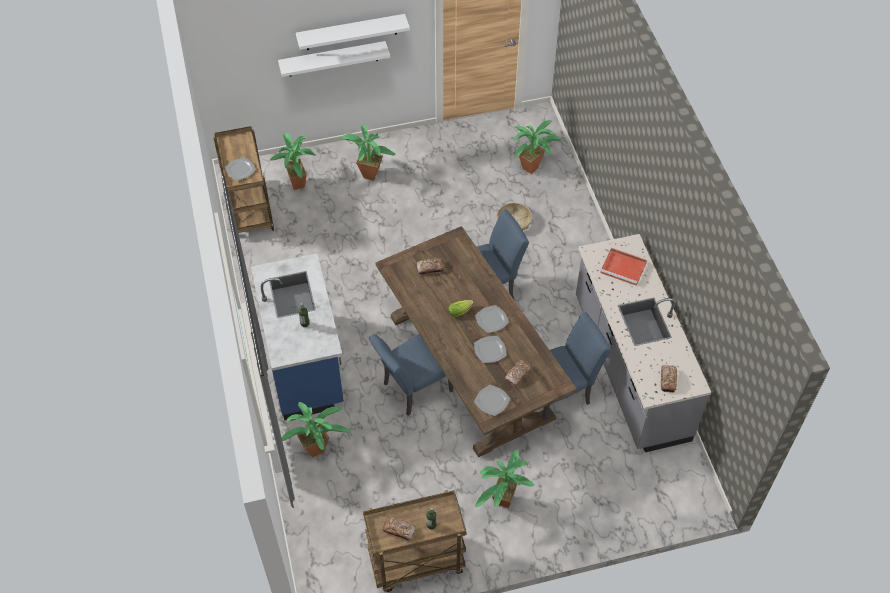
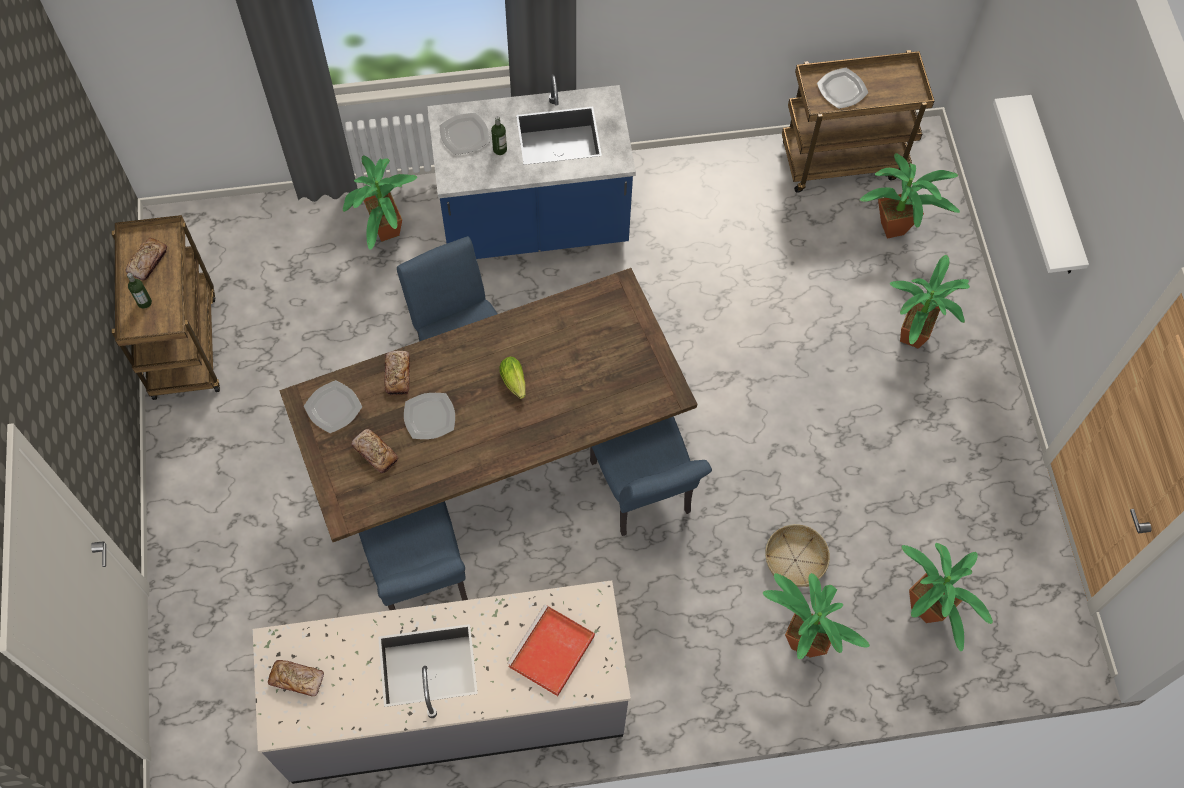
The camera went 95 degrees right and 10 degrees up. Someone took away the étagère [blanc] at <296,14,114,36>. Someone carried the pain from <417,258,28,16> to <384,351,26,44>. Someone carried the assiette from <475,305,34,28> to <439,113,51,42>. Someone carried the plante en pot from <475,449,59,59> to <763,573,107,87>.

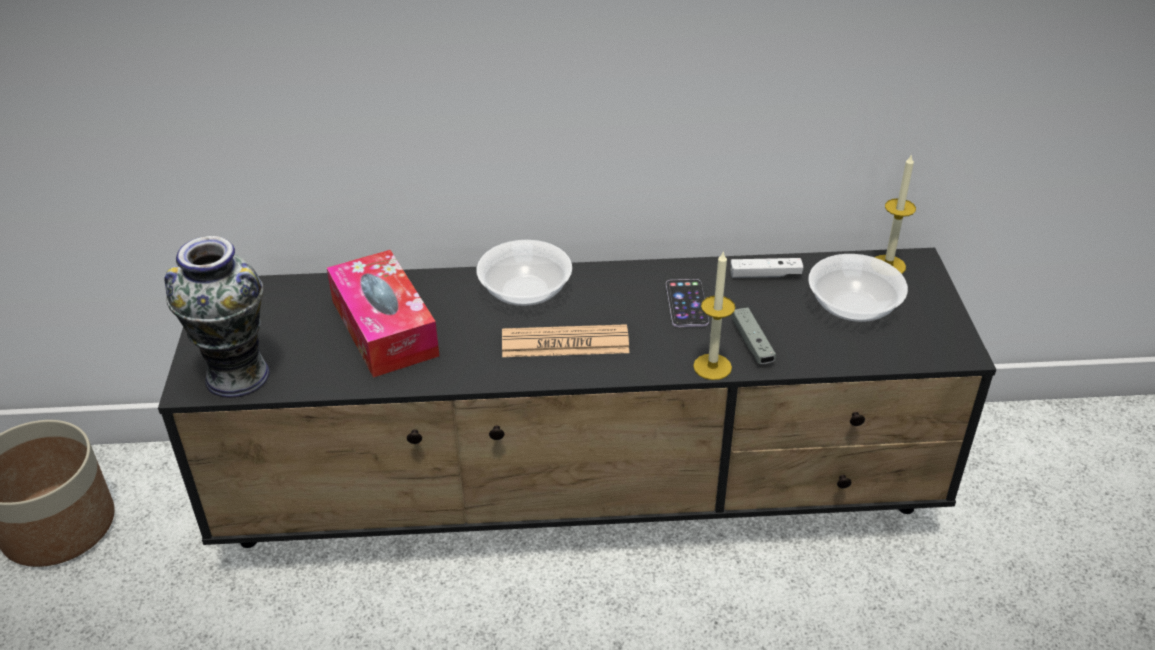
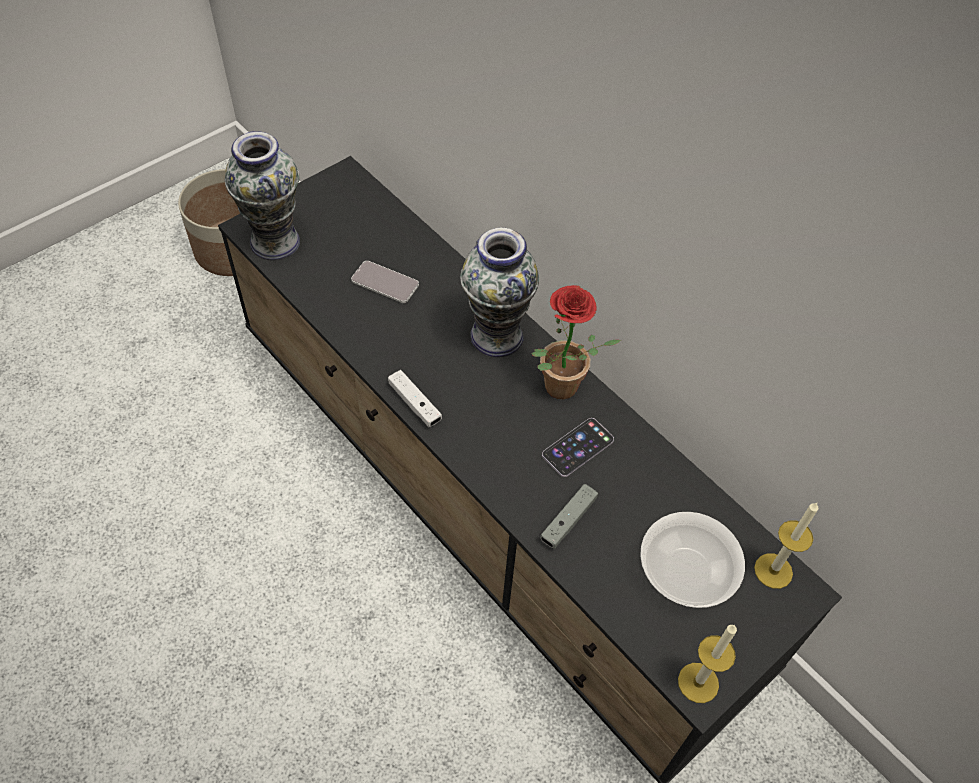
The camera went 50 degrees right and 15 degrees up. Someone swapped the boîte à mouchoirs at <327,250,112,128> for the téléphone at <351,261,68,42>. Someone swapped the bol at <477,240,95,66> for the vase at <460,227,79,130>. Someone took away the journal at <502,324,127,33>. Someone carried the bougie from <693,250,42,130> to <678,625,59,78>. Someone carried the manette [blanc] from <730,258,73,20> to <388,370,54,57>. Someone put down the plante en pot at <531,285,90,114>.

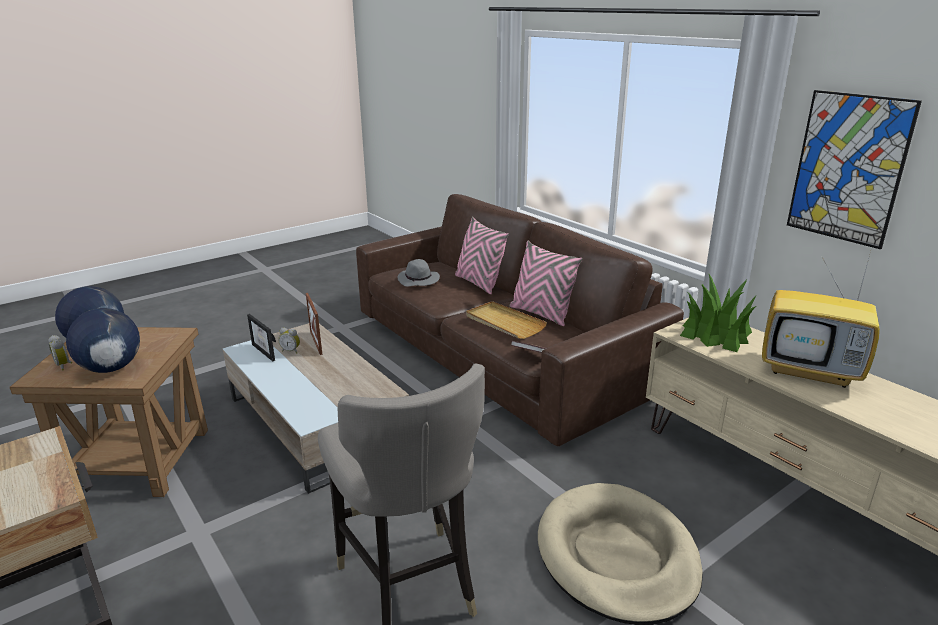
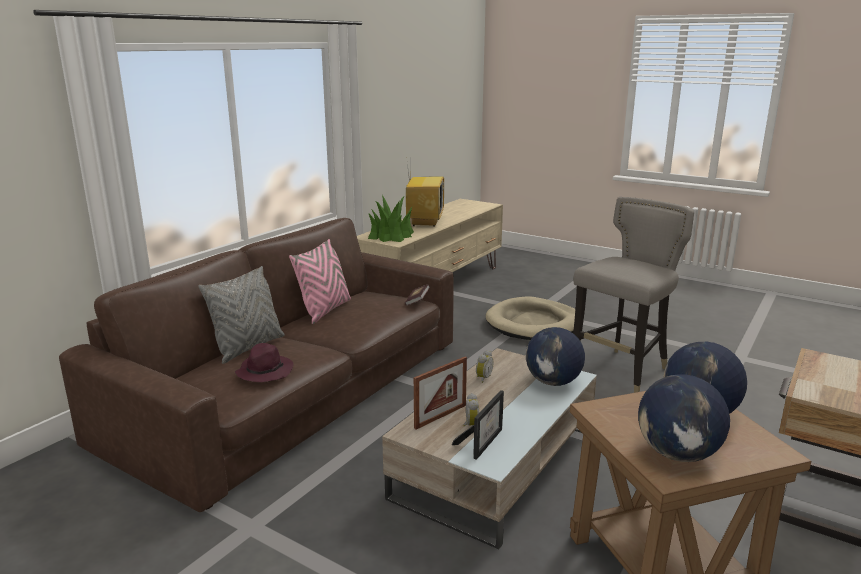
The camera went 110 degrees left and 5 degrees down. Someone carried the réveil from <49,335,24,36> to <476,350,17,33>. Someone repainted the chapeau [gris] at <397,259,43,28>, which became the chapeau [violet] at <235,343,58,39>. Someone repainted the coussin [rose] at <455,217,54,77>, which became the coussin [gris] at <198,266,87,98>. Someone took away the plateau [beige] at <466,301,81,38>. Someone took away the tableau at <787,90,135,159>. Someone put down the globe at <526,327,59,59>.

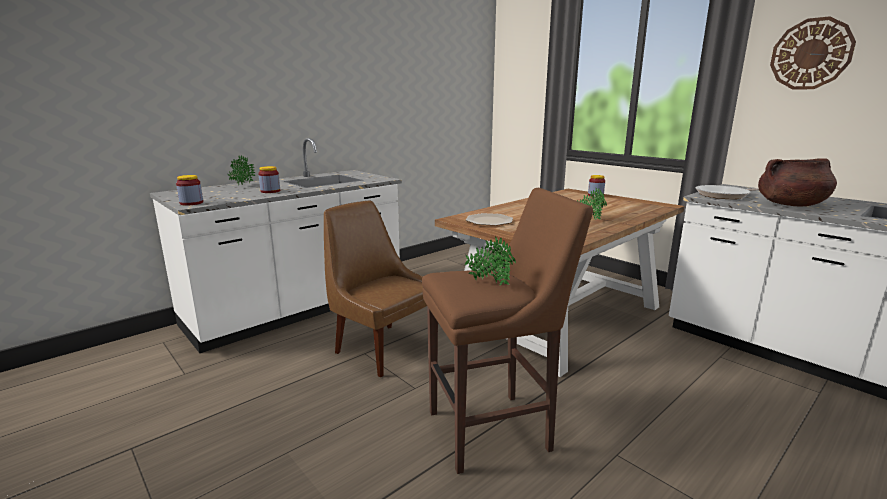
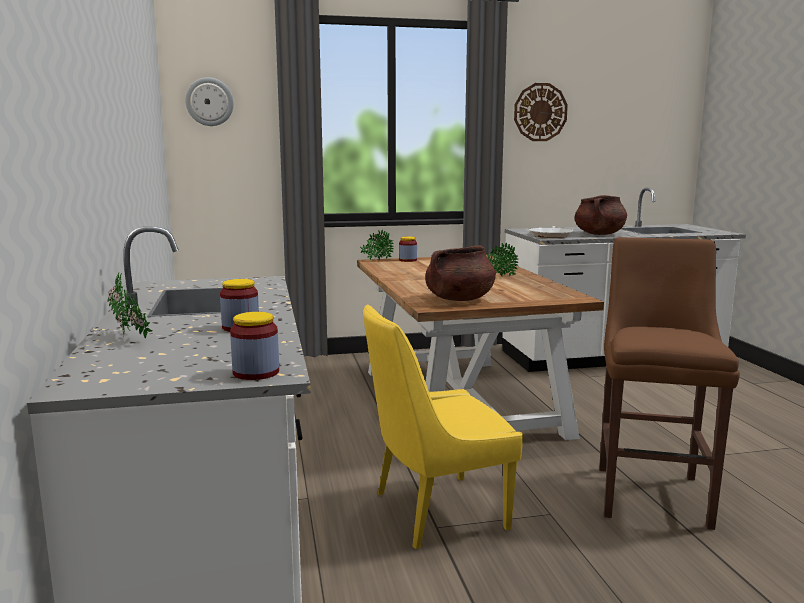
The camera went 60 degrees left and 5 degrees down. Someone repainted the chaise [marron] at <324,201,103,177>, which became the chaise [jaune] at <363,304,160,245>. Someone carried the plante en pot from <465,237,51,48> to <360,230,34,30>. Someone swapped the assiette at <466,213,47,13> for the marmite [marron] at <425,246,71,55>. Someone put up the horloge murale at <185,77,49,49>.

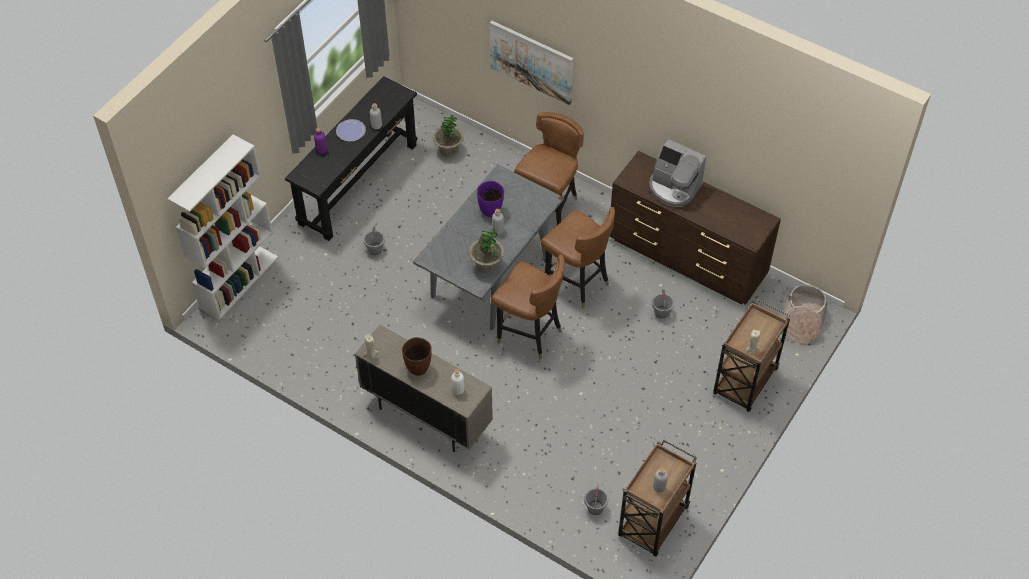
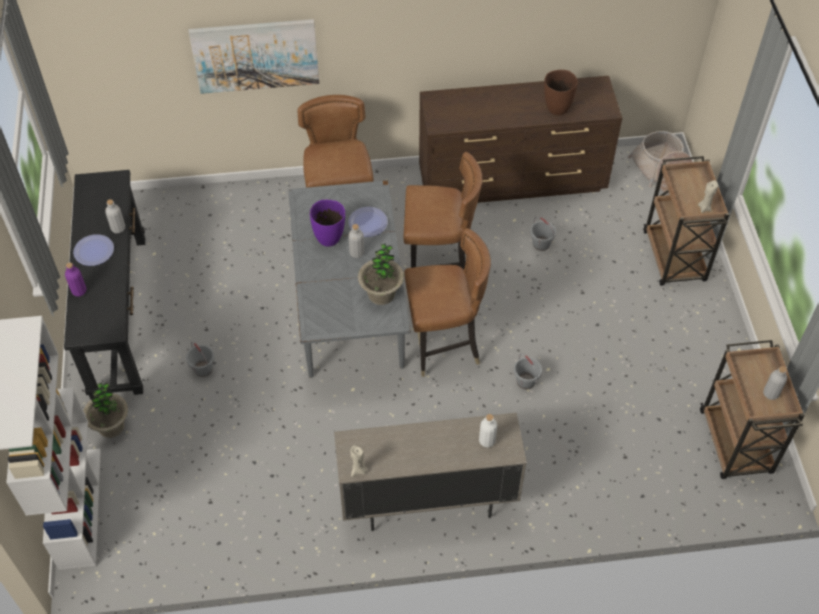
The camera went 40 degrees left and 0 degrees up. Someone carried the vase [marron] from <402,337,30,39> to <544,70,34,45>. Someone carried the plante en pot from <433,115,31,42> to <84,383,44,55>. Someone carried the seau [gris] from <584,485,24,30> to <514,353,28,36>. Someone took away the machine à café at <649,139,57,68>. Someone put down the assiette at <348,207,40,30>.

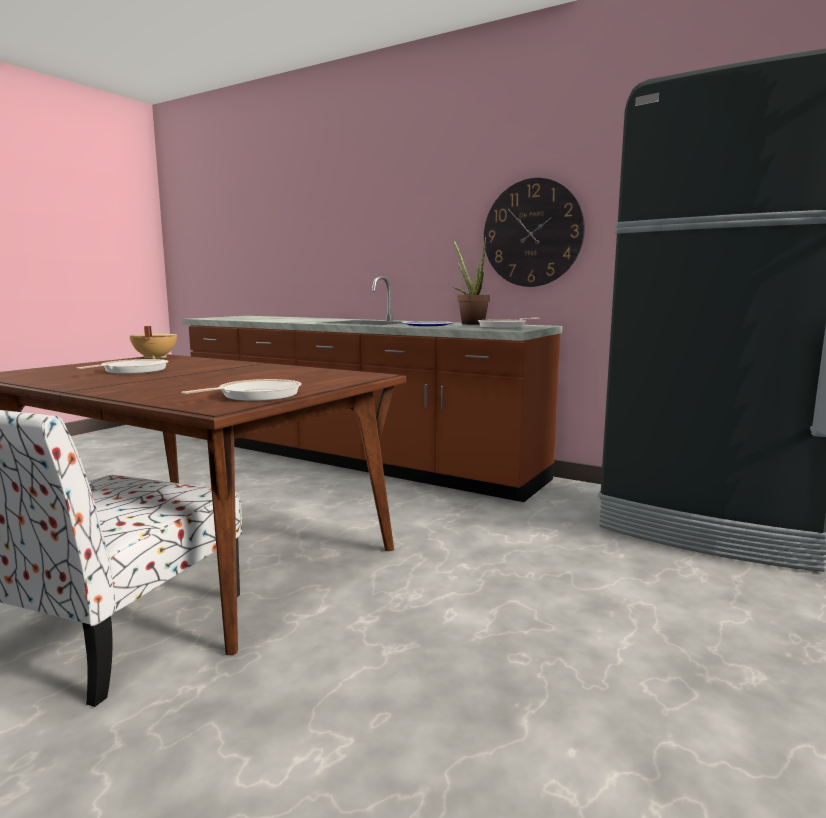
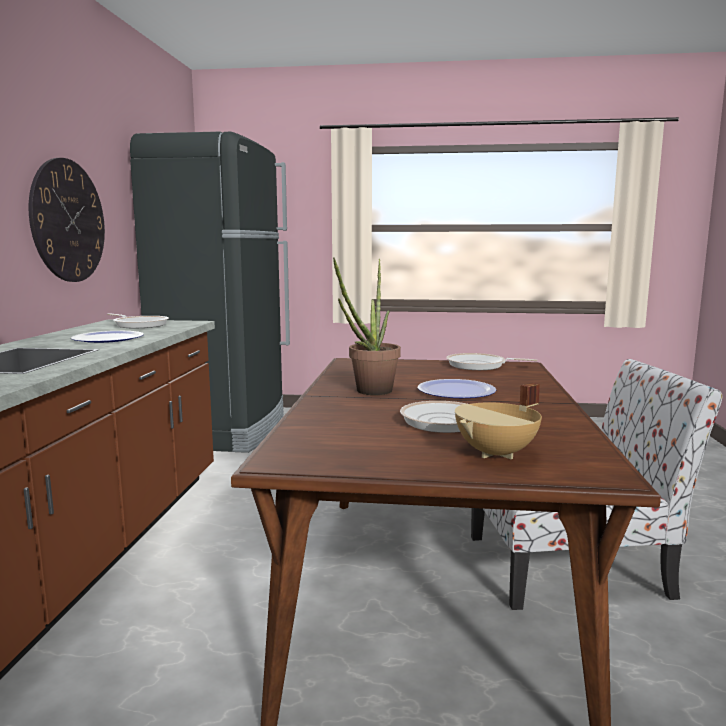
The camera went 115 degrees left and 0 degrees up. Someone carried the marmite [beige] from <130,326,47,33> to <455,383,87,76>. Someone carried the plante en pot from <452,237,38,88> to <333,257,68,138>. Someone put down the assiette at <418,379,78,19>.

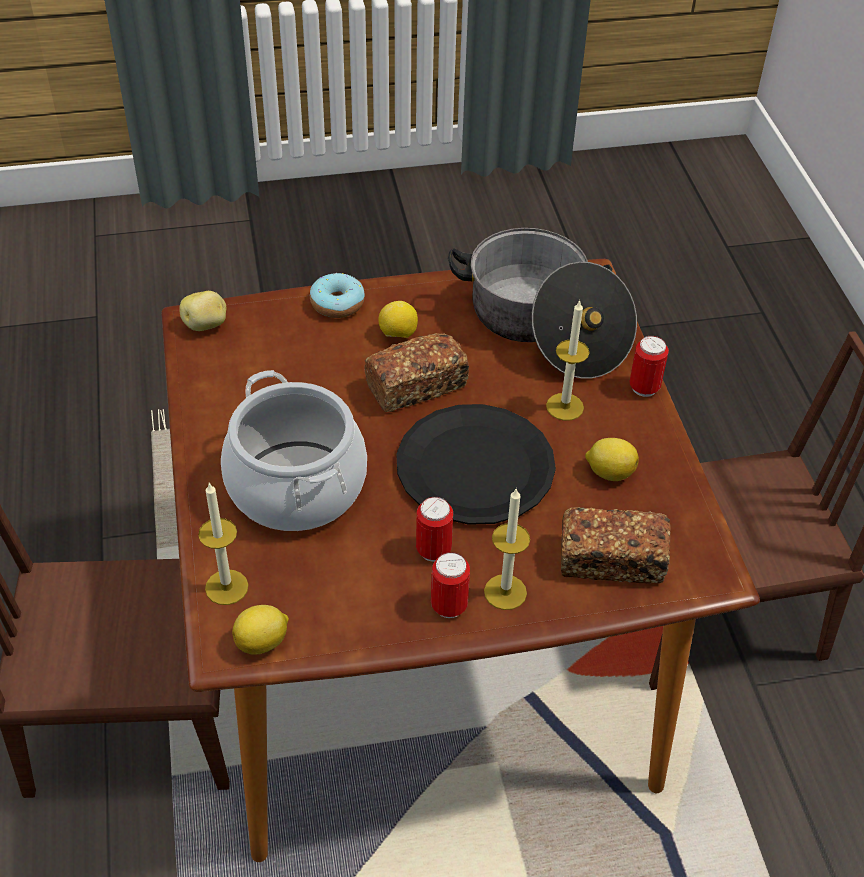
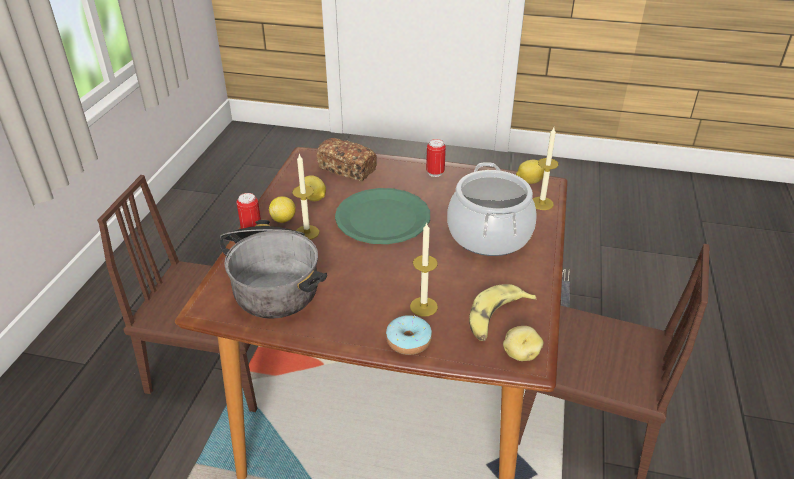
The camera went 155 degrees left and 10 degrees down. Someone took away the pain at <364,333,105,79>. Someone carried the citron from <378,301,40,37> to <269,196,27,27>. Someone repainted the assiette [noir] at <396,404,160,121>, which became the assiette [vert] at <335,188,95,56>. Someone took away the boîte métallique at <416,497,37,65>. Someone carried the bougie from <484,488,46,122> to <410,222,28,95>. Someone put down the banane at <469,284,68,57>.

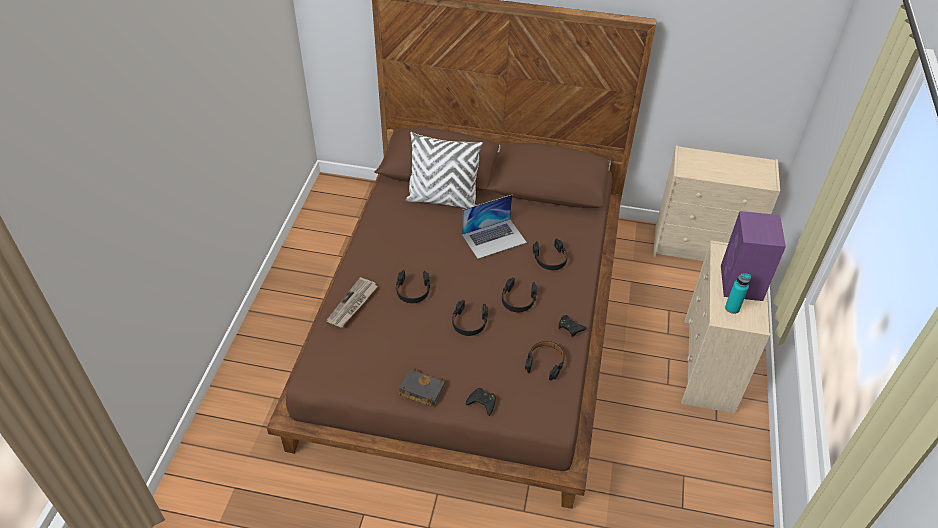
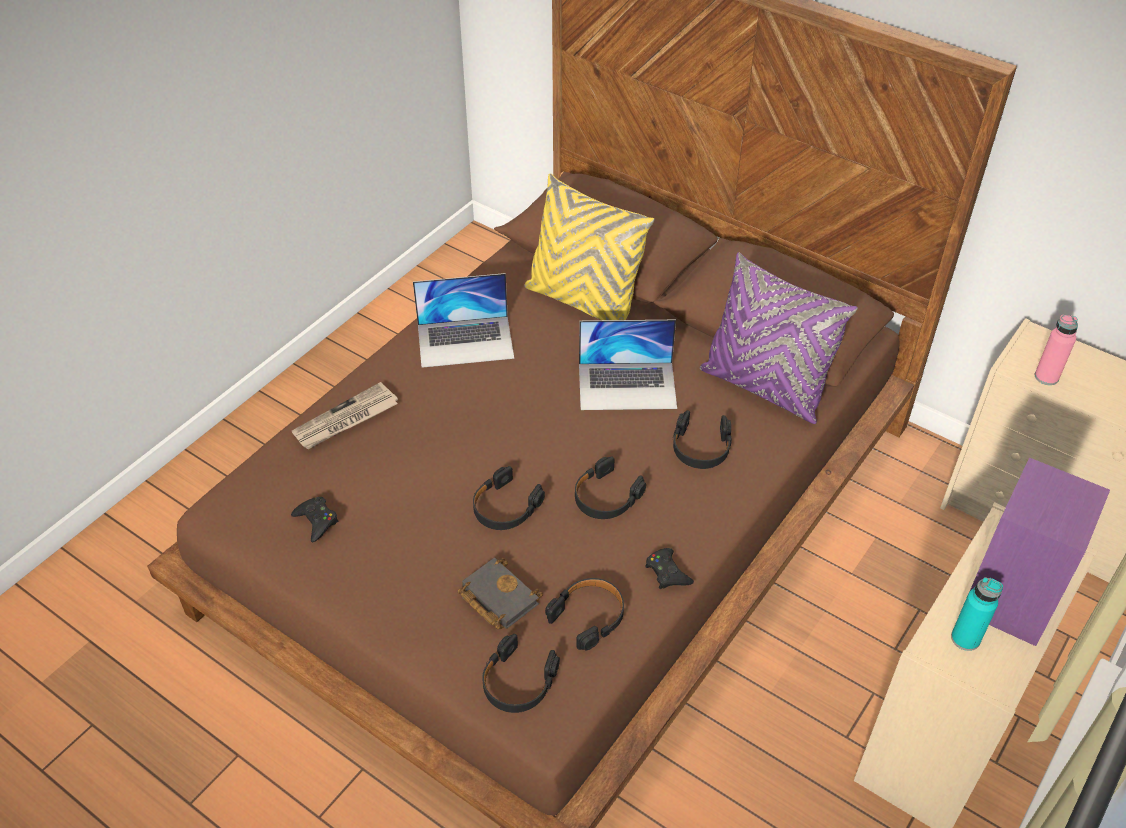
The camera went 25 degrees right and 0 degrees up. Someone carried the casque audio [noir] from <396,270,34,33> to <482,634,78,79>. Someone carried the livre [noir] from <399,368,46,38> to <458,558,85,72>. Someone repainted the coussin [blanc] at <406,132,77,76>, which became the coussin [jaune] at <524,173,131,147>. Someone carried the manette [noir] from <466,388,30,28> to <291,497,47,45>. Someone put down the ordinateur portable at <413,273,101,95>. Someone put down the coussin [violet] at <700,252,158,172>. Someone put down the bouteille [rose] at <1035,315,43,70>.

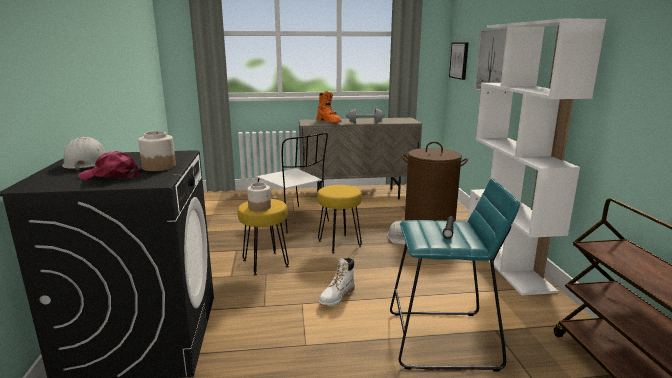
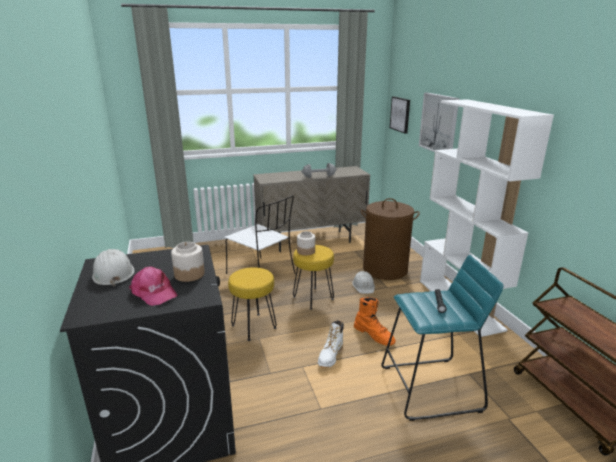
The camera went 10 degrees left and 5 degrees up. Someone rotated the casquette [rose] at <78,151,63,29> by 135 degrees counterclockwise. Someone carried the bocal from <247,182,24,30> to <297,231,18,25>. Someone carried the botte [orange] from <317,91,24,32> to <354,297,42,49>.

